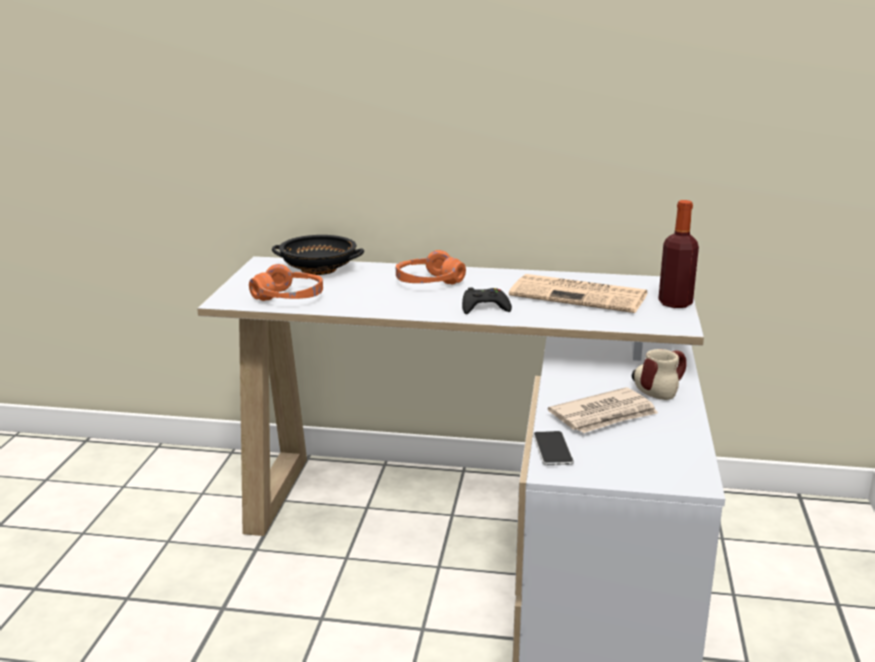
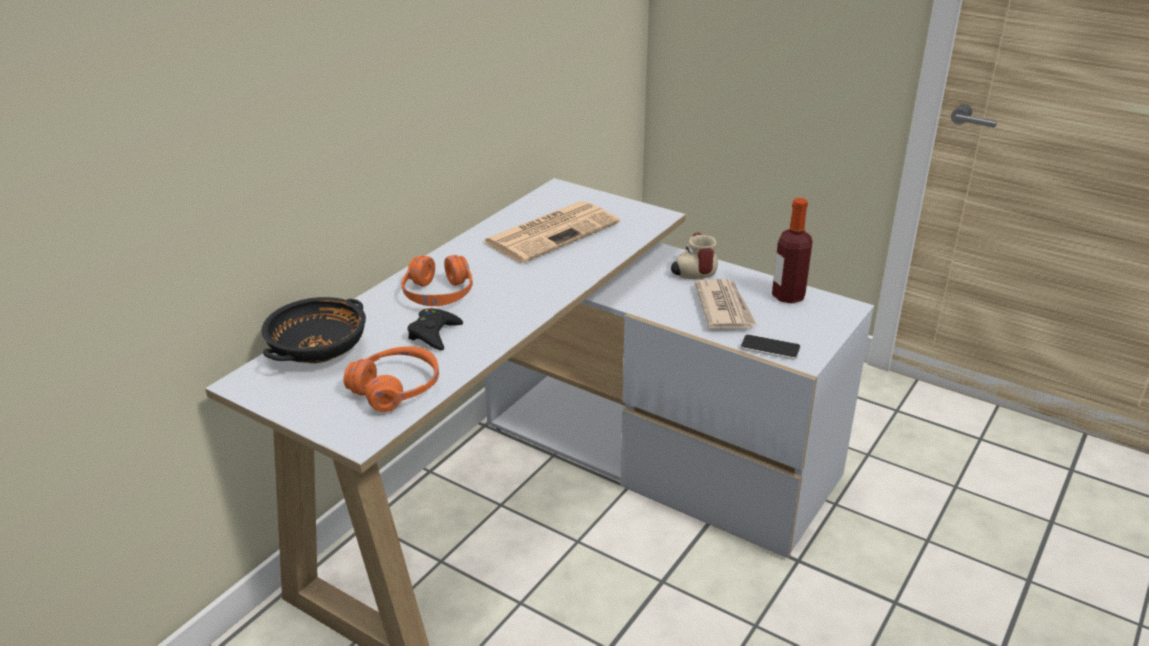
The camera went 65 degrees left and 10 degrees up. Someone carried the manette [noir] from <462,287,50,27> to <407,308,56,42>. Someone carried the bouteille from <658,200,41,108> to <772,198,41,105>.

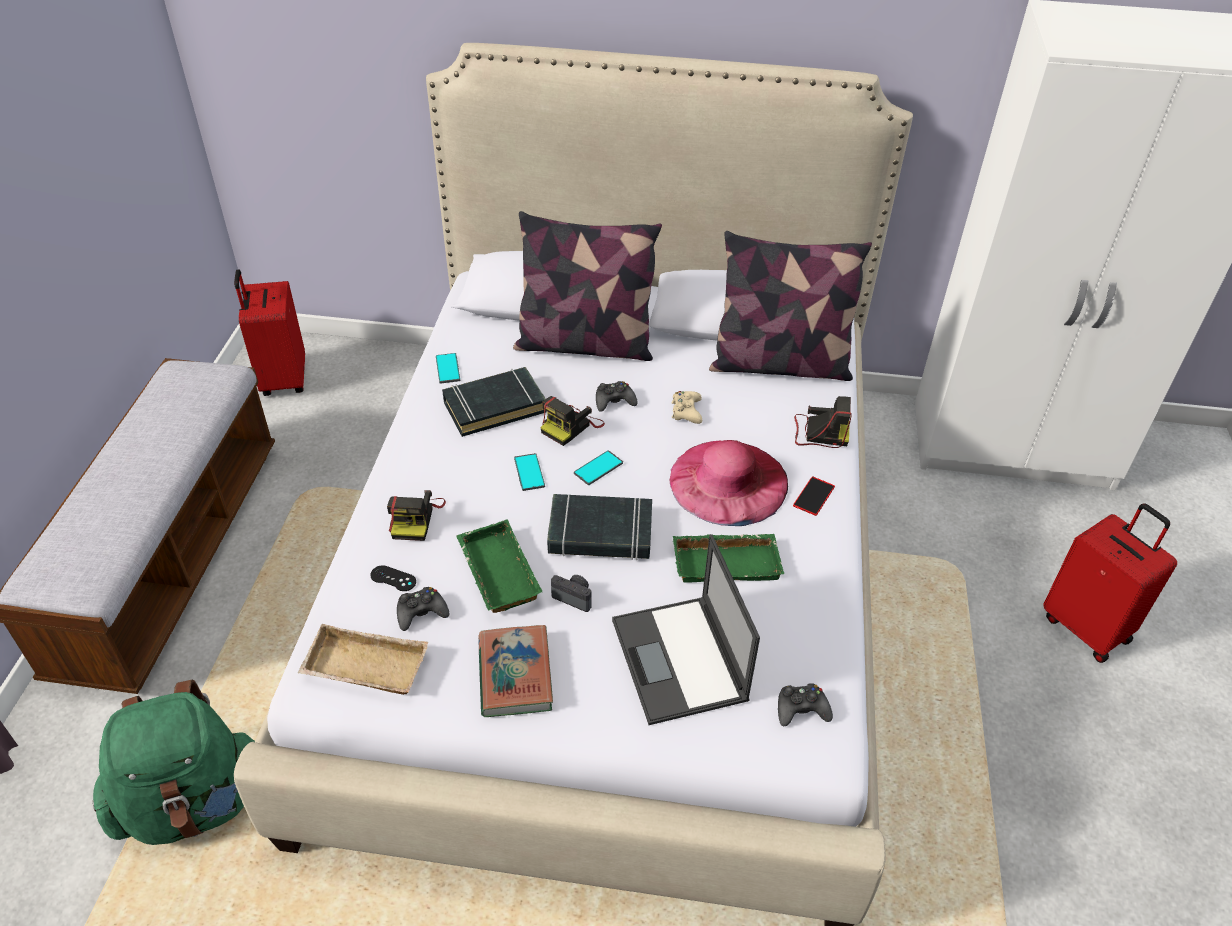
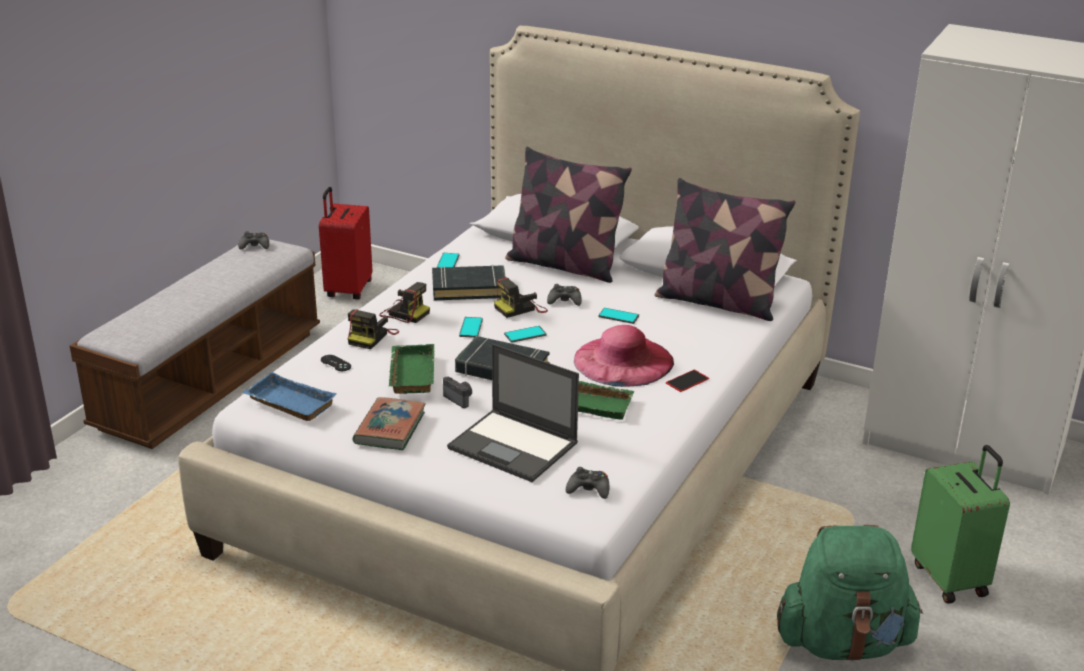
The camera went 20 degrees right and 15 degrees down. Someone carried the sac à dos [vert] from <93,679,162,166> to <777,525,146,136>. Someone repainted the plateau [beige] at <298,624,130,71>, which became the plateau [bleu] at <242,372,95,49>. Someone carried the manette [noir] from <397,587,52,44> to <238,231,31,18>. Someone rotated the ordinateur portable at <612,534,148,191> by 60 degrees counterclockwise. Someone swapped the manette [beige] at <672,391,30,33> for the téléphone at <598,308,41,16>. Someone carried the appareil photo from <794,396,58,52> to <379,282,51,41>. Someone repainted the valise [rouge] at <1043,503,134,160>, which became the valise [vert] at <911,445,99,159>.

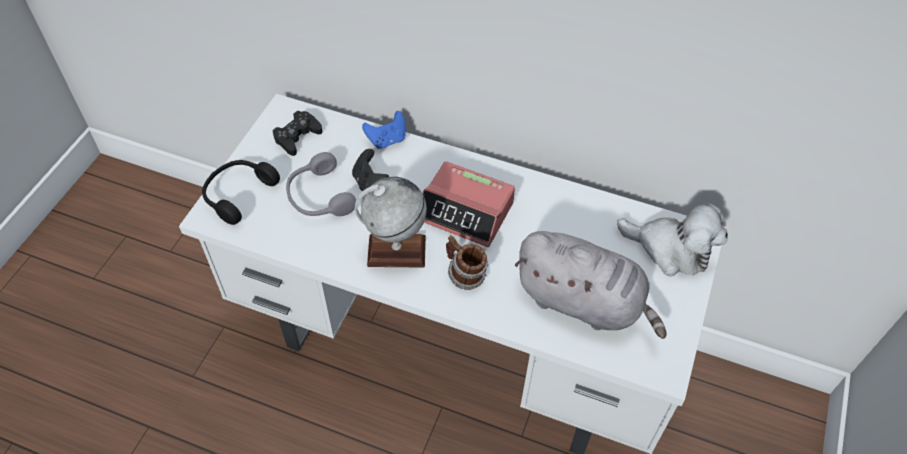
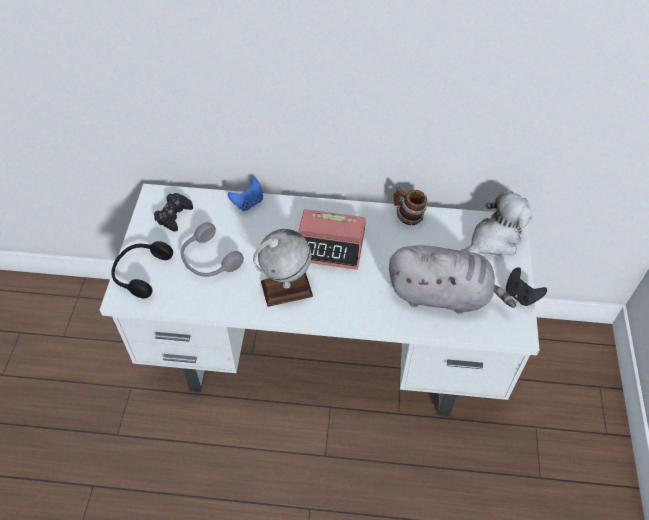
The camera went 15 degrees left and 0 degrees up. Someone carried the manette [noir] from <352,149,37,42> to <506,267,41,39>. Someone carried the mug from <446,235,42,55> to <393,186,34,39>. Someone rotated the peluche at <617,203,111,73> by 45 degrees counterclockwise.

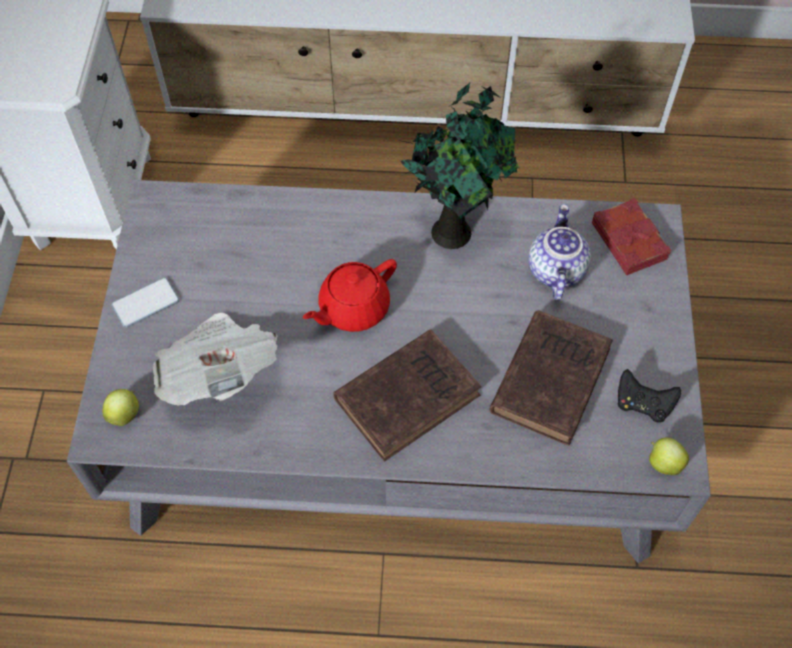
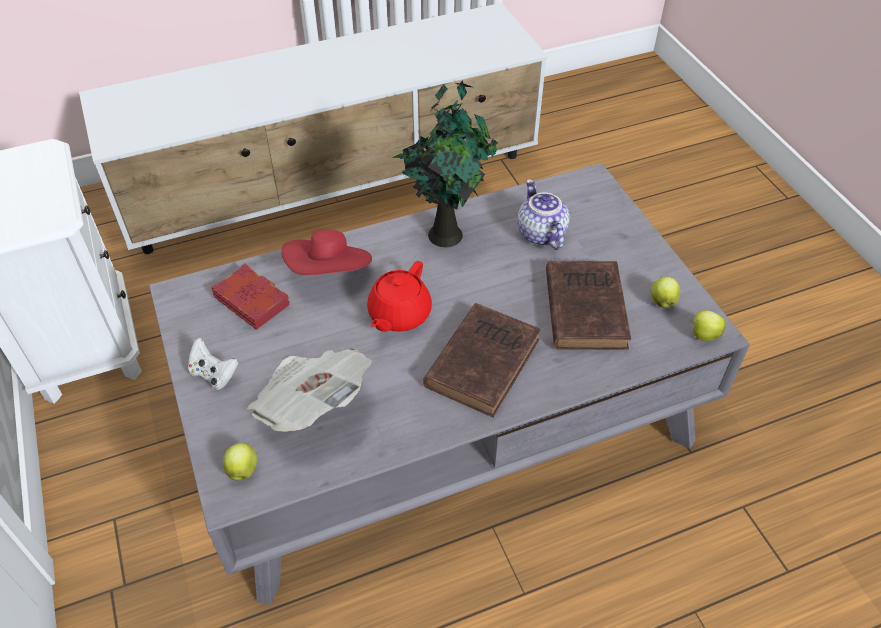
The camera went 25 degrees left and 10 degrees down. Someone swapped the téléphone at <112,278,67,49> for the manette [blanc] at <188,338,51,52>. Someone carried the livre [rouge] from <592,198,79,77> to <211,263,79,67>. Someone swapped the manette [noir] at <617,369,64,54> for the pomme at <651,276,29,32>. Someone put down the chapeau [rouge] at <281,229,91,46>.

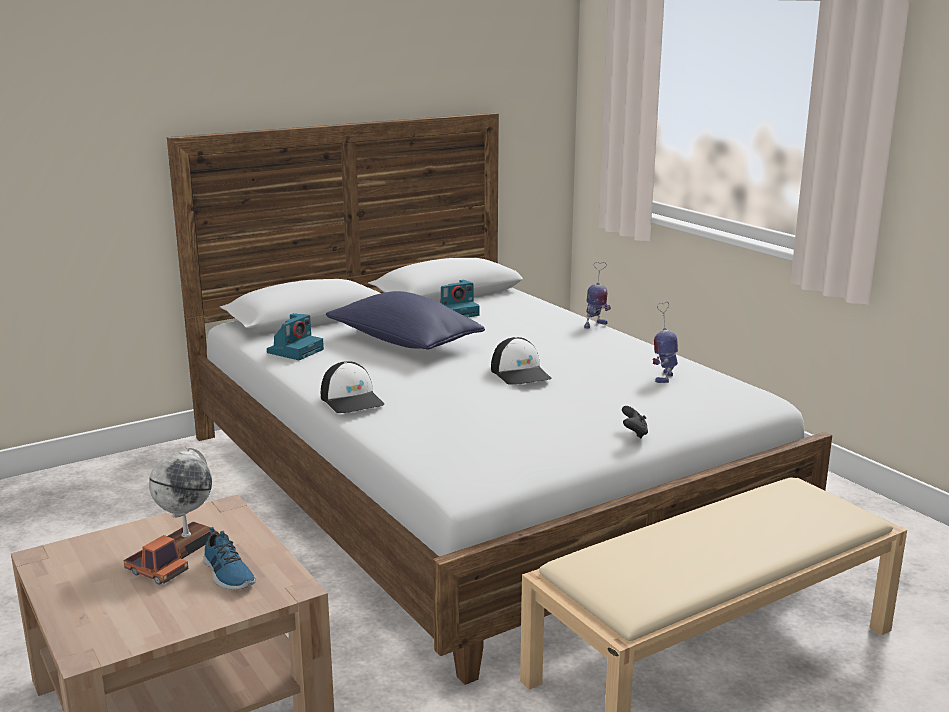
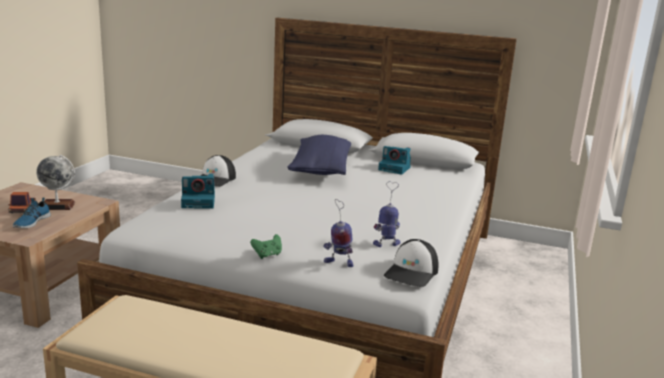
The camera went 50 degrees right and 0 degrees up. Someone carried the appareil photo from <267,313,57,47> to <181,173,34,35>. Someone carried the casquette from <491,337,60,48> to <384,239,55,48>. Someone carried the robot jouet from <584,262,27,67> to <323,199,30,68>. Someone repainted the manette [noir] at <622,406,26,32>, which became the manette [vert] at <250,234,32,25>.

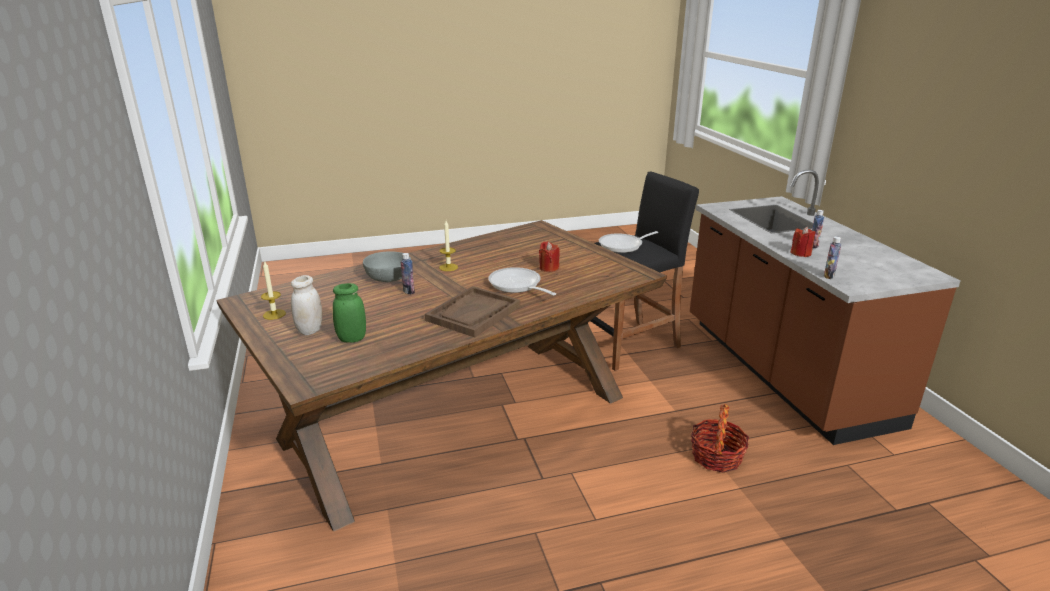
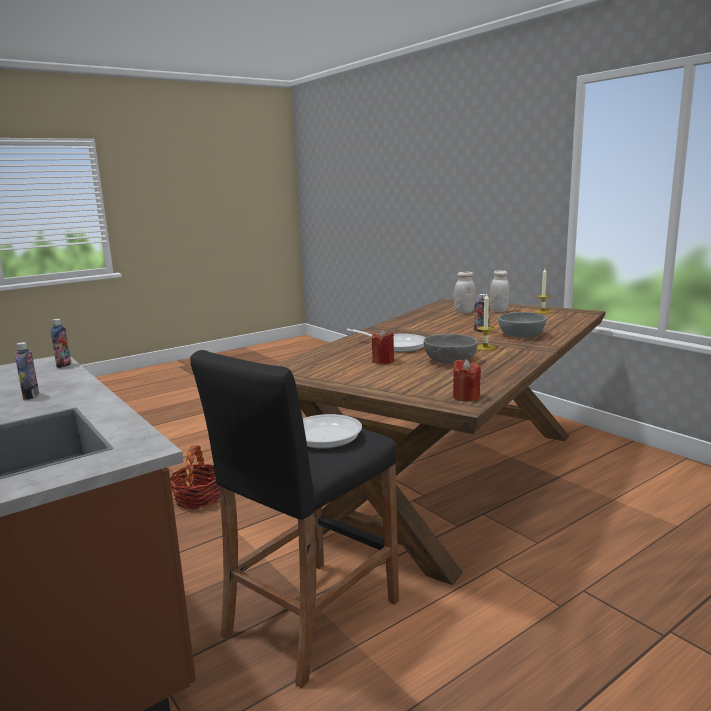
The camera went 160 degrees right and 10 degrees down. Someone repainted the bocal [vert] at <333,283,33,60>, which became the bocal [blanc] at <454,272,22,41>. Someone took away the plateau [marron] at <425,286,95,51>. Someone carried the bougie [rouge] from <790,227,26,30> to <453,359,28,43>. Someone put down the bol [gris] at <424,334,54,30>.

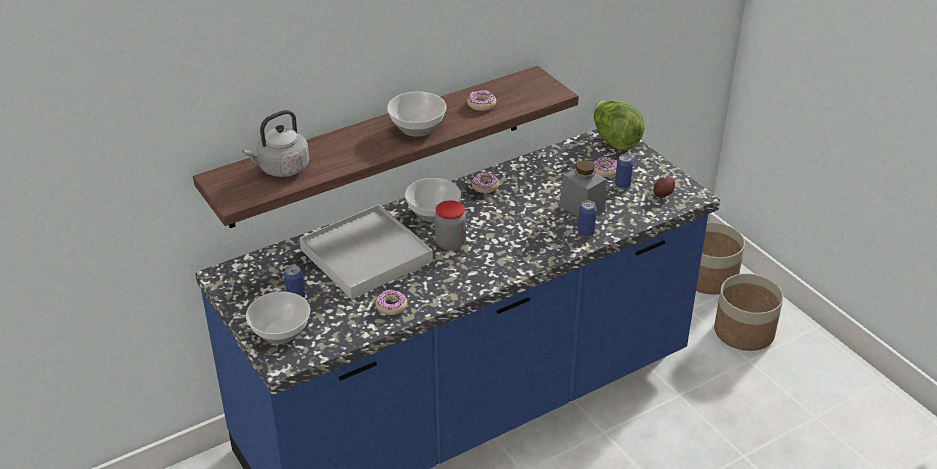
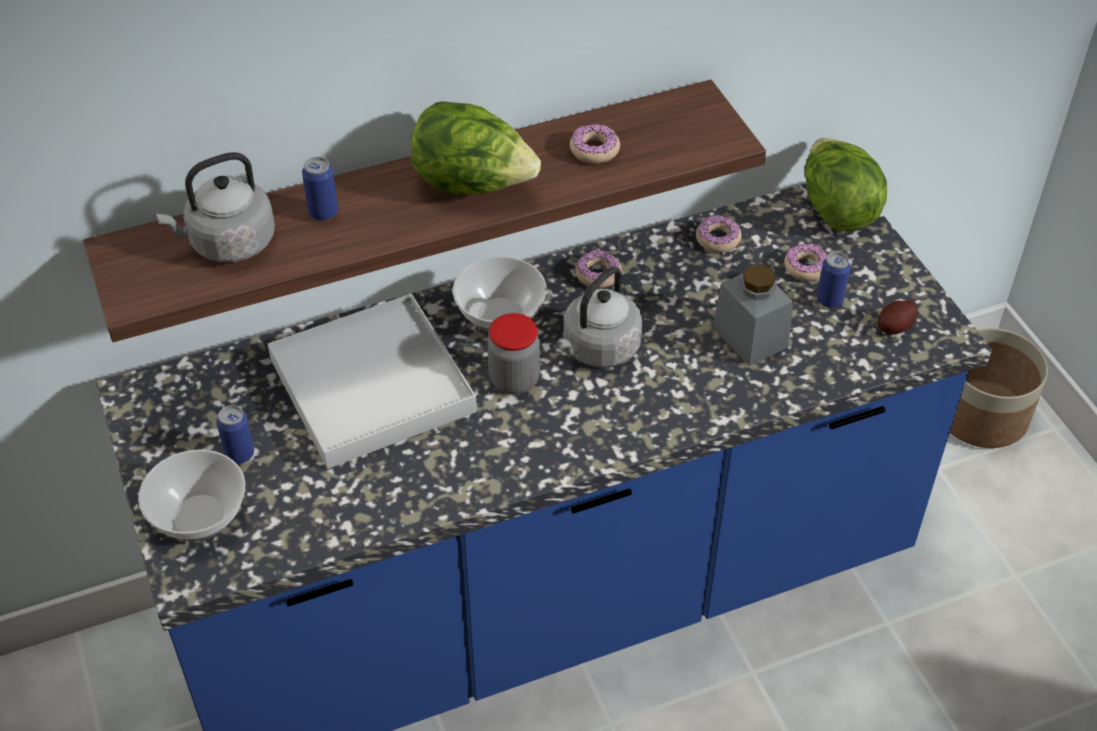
The camera went 10 degrees right and 10 degrees up. Someone carried the beignet from <376,289,31,26> to <696,215,46,38>. Someone swapped the bol at <387,92,60,45> for the laitue at <411,101,130,94>. Someone carried the boîte métallique from <578,201,19,36> to <302,157,36,64>. Someone took away the cache-pot at <714,274,69,77>. Someone put down the bouilloire [gris] at <556,267,87,101>.

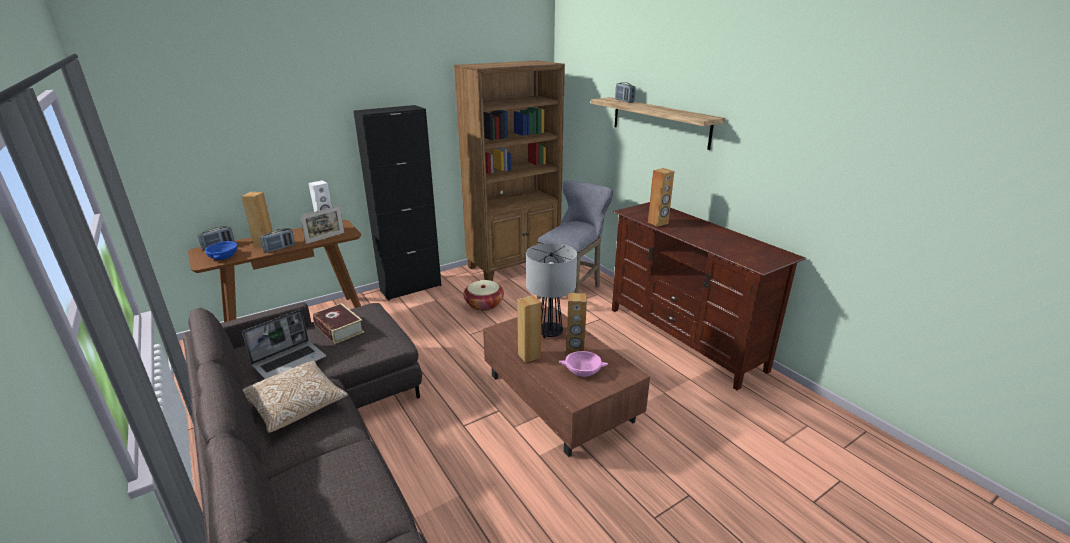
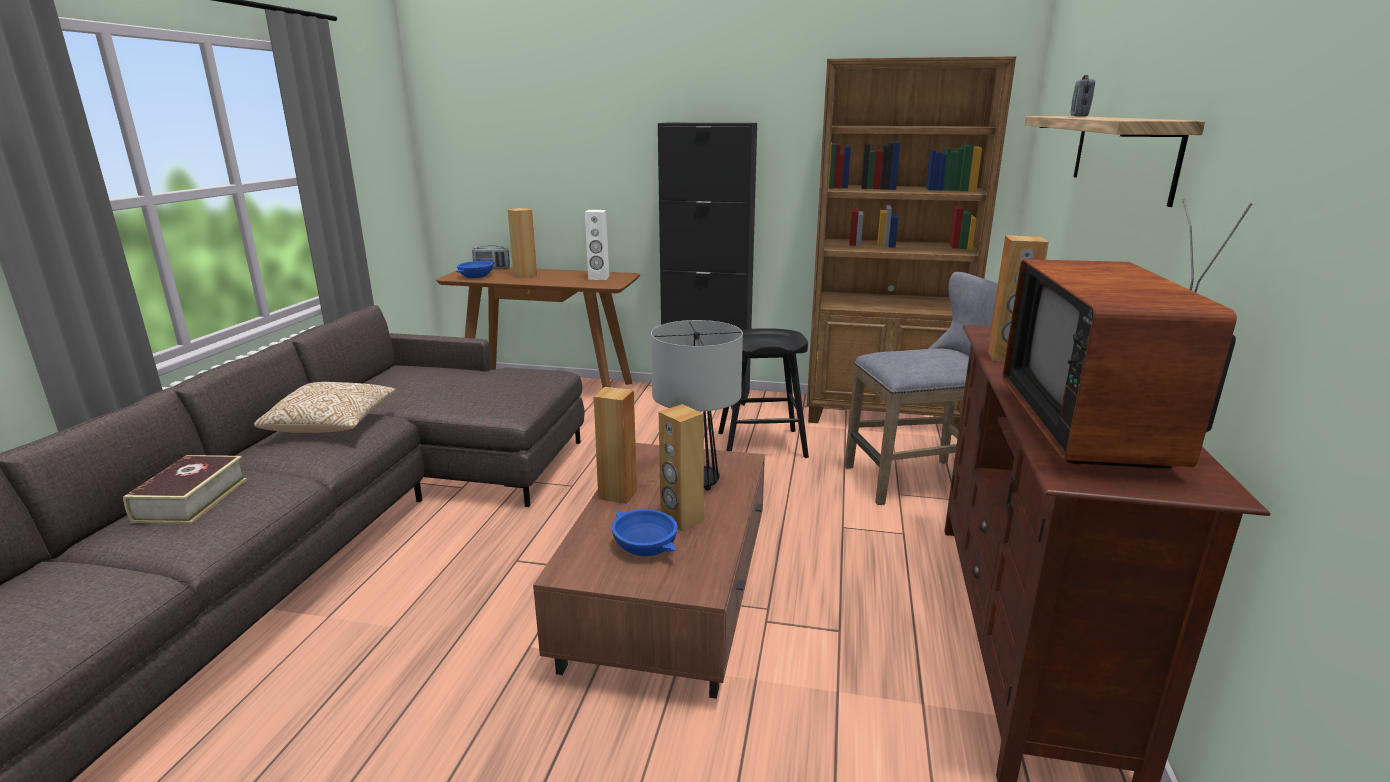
The camera went 45 degrees right and 5 degrees down. Someone took away the ordinateur portable at <242,309,84,70>. Someone took away the radio at <260,228,35,25>. Someone took away the cadre photo at <300,205,45,39>. Someone carried the livre from <312,303,52,41> to <123,455,125,69>. Someone swapped the panier at <463,280,41,31> for the tabouret [noir] at <718,328,91,130>. Someone repainted the bol [rose] at <558,351,50,26>, which became the bol [bleu] at <612,509,66,47>. Someone put down the téléviseur at <1003,199,250,270>.

